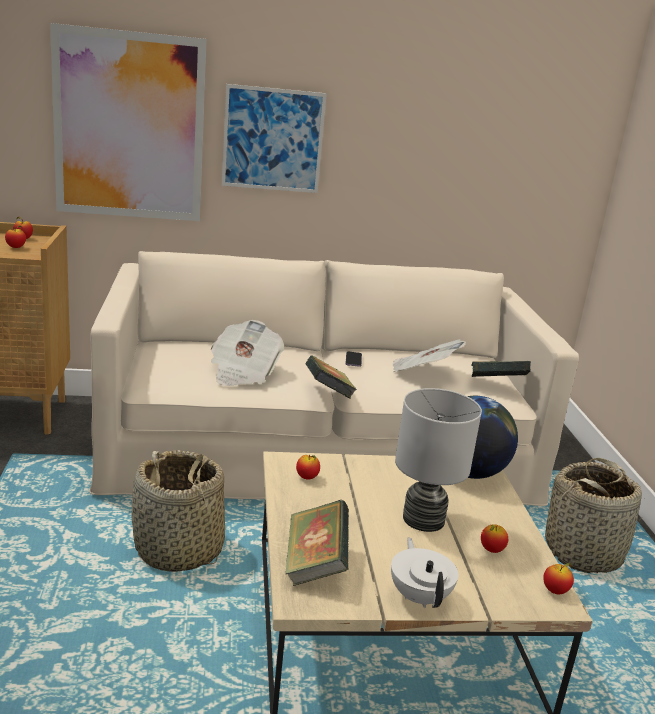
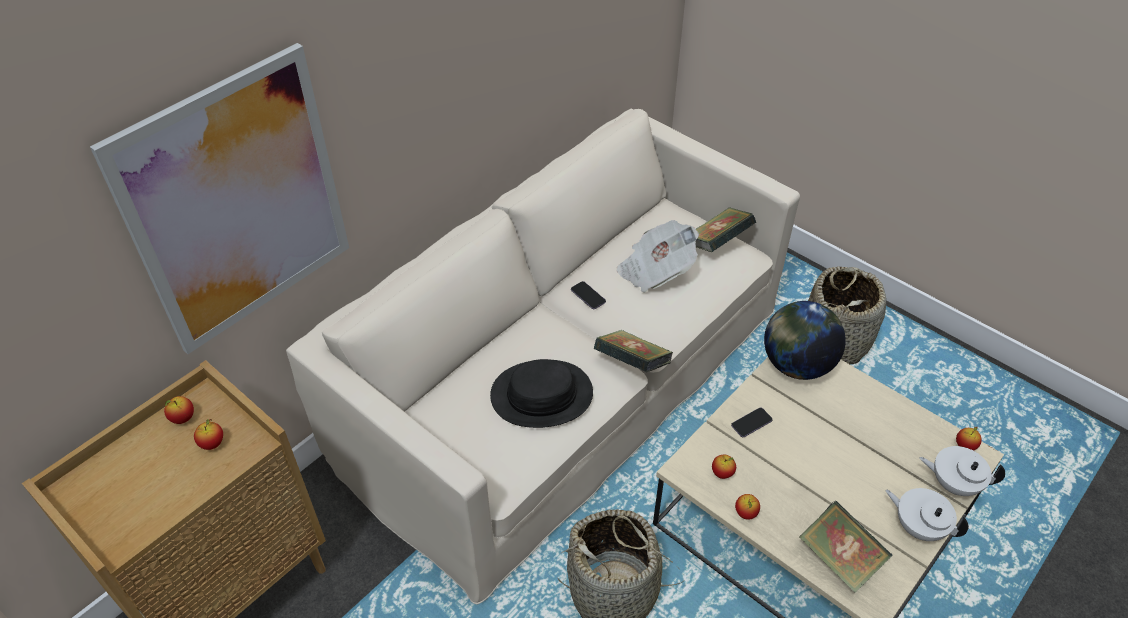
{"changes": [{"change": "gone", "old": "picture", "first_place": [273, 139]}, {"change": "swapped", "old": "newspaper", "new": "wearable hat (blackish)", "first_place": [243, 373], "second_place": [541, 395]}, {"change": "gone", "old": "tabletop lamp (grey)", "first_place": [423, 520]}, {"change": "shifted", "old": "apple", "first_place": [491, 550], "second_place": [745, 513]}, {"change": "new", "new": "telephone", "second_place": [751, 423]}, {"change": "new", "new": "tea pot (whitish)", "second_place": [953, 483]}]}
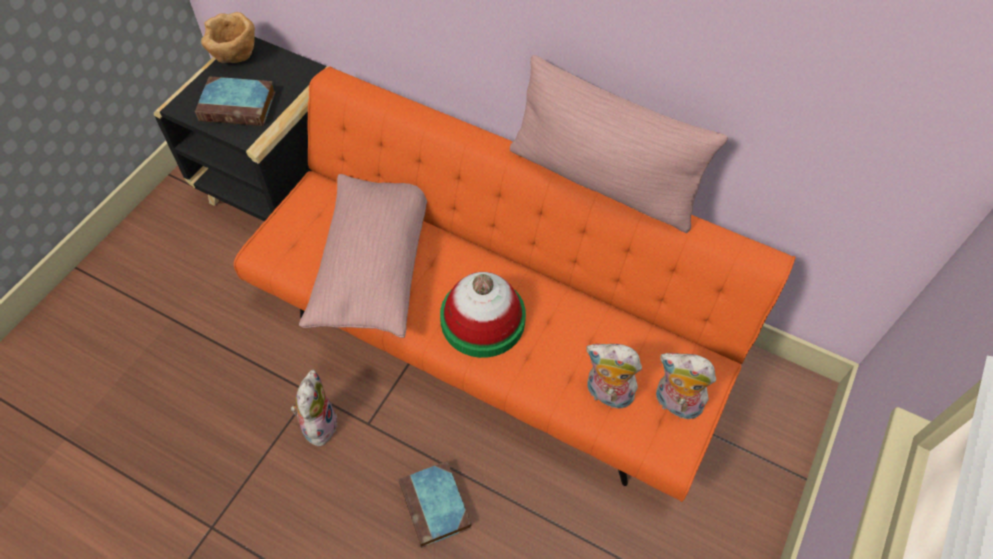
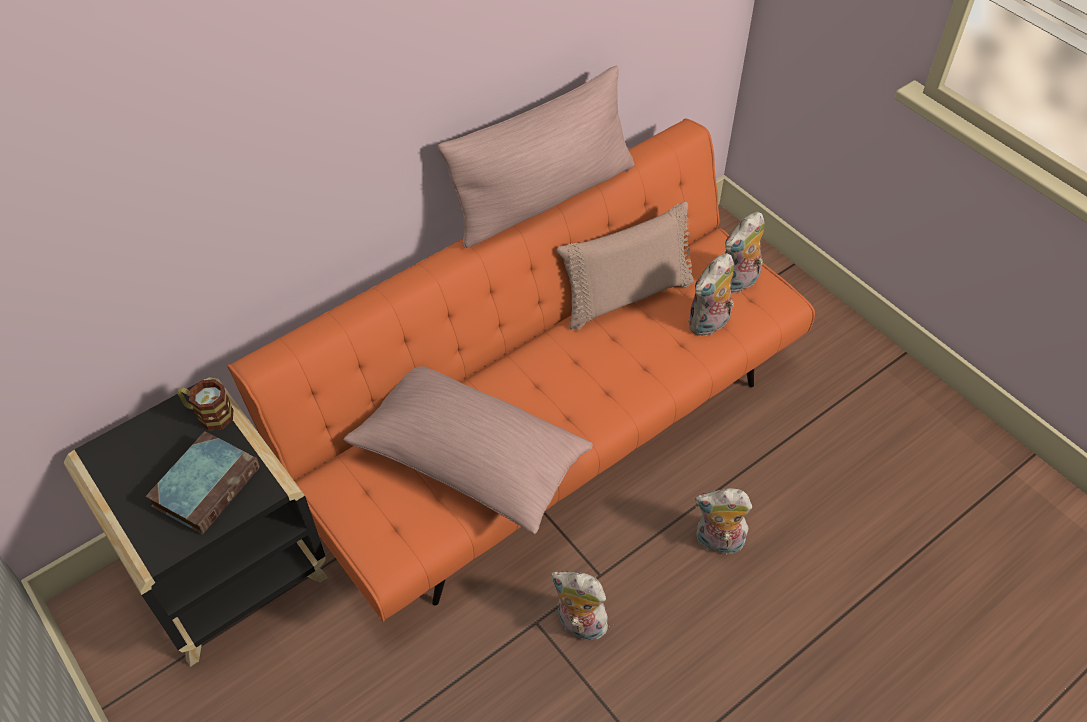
{"changes": [{"change": "gone", "old": "deep dish (brownish)", "first_place": [235, 57]}, {"change": "gone", "old": "wearable hat", "first_place": [482, 320]}, {"change": "swapped", "old": "volume", "new": "soft toy", "first_place": [436, 507], "second_place": [717, 542]}, {"change": "new", "new": "pillow (beige)", "second_place": [626, 296]}, {"change": "new", "new": "mug", "second_place": [209, 414]}]}
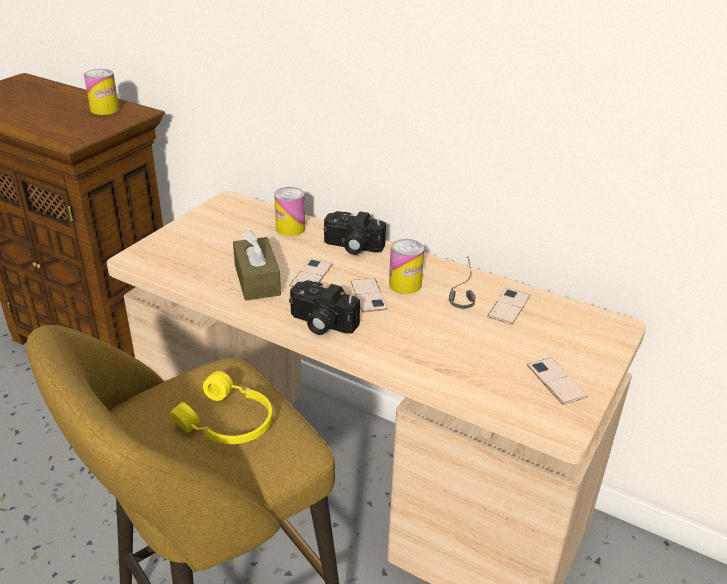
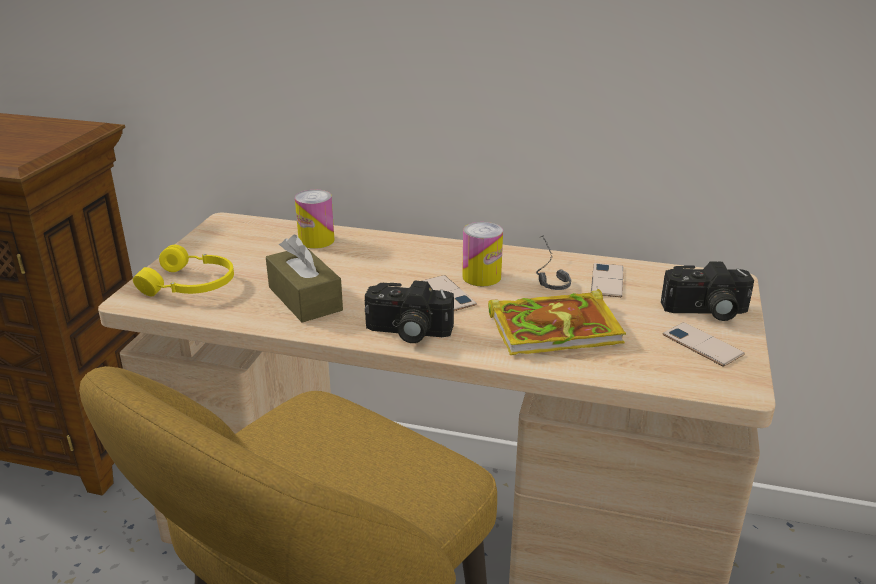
{"changes": [{"change": "gone", "old": "can", "first_place": [104, 109]}, {"change": "shifted", "old": "still camera", "first_place": [352, 247], "second_place": [706, 311]}, {"change": "gone", "old": "telephone", "first_place": [311, 275]}, {"change": "shifted", "old": "headset (yellowish)", "first_place": [227, 423], "second_place": [190, 285]}, {"change": "new", "new": "volume", "second_place": [557, 328]}]}
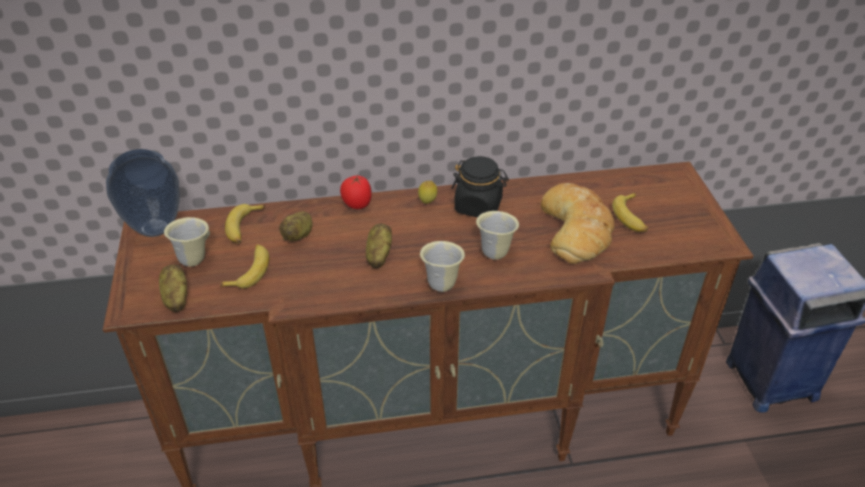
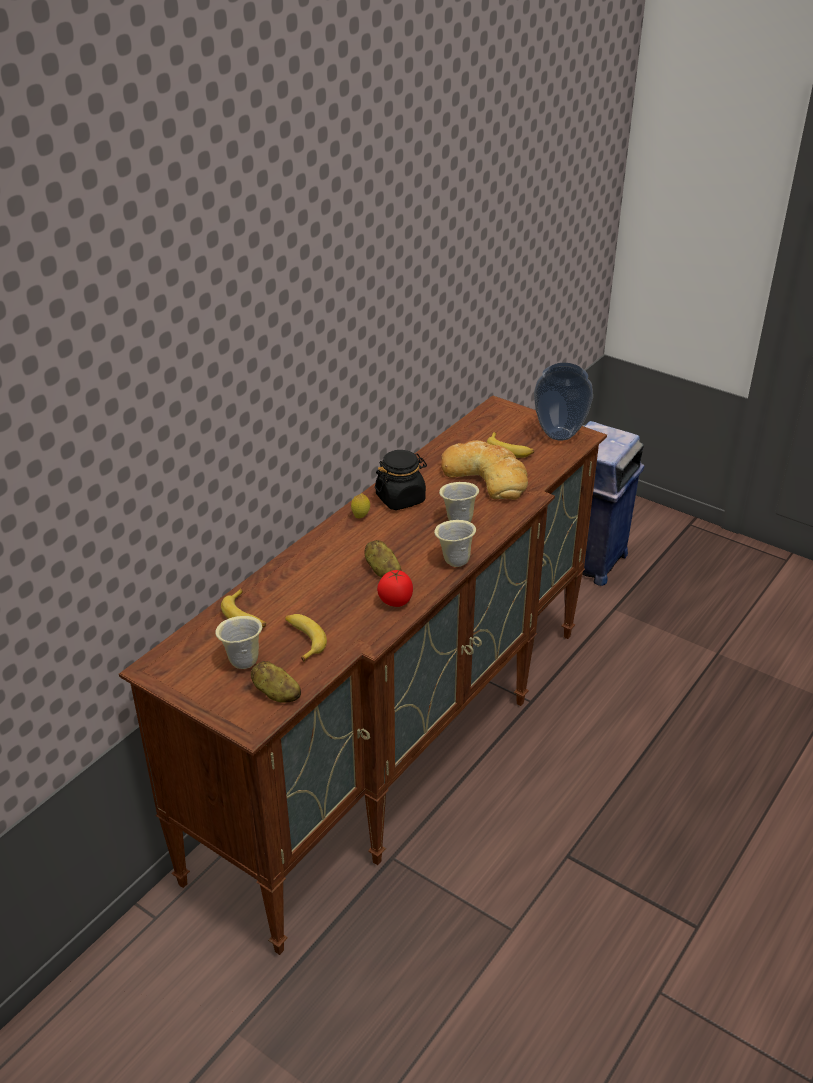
{"changes": [{"change": "shifted", "old": "decorative vase", "first_place": [157, 228], "second_place": [560, 434]}, {"change": "shifted", "old": "tomato", "first_place": [357, 204], "second_place": [395, 602]}, {"change": "gone", "old": "whole potato", "first_place": [299, 235]}]}
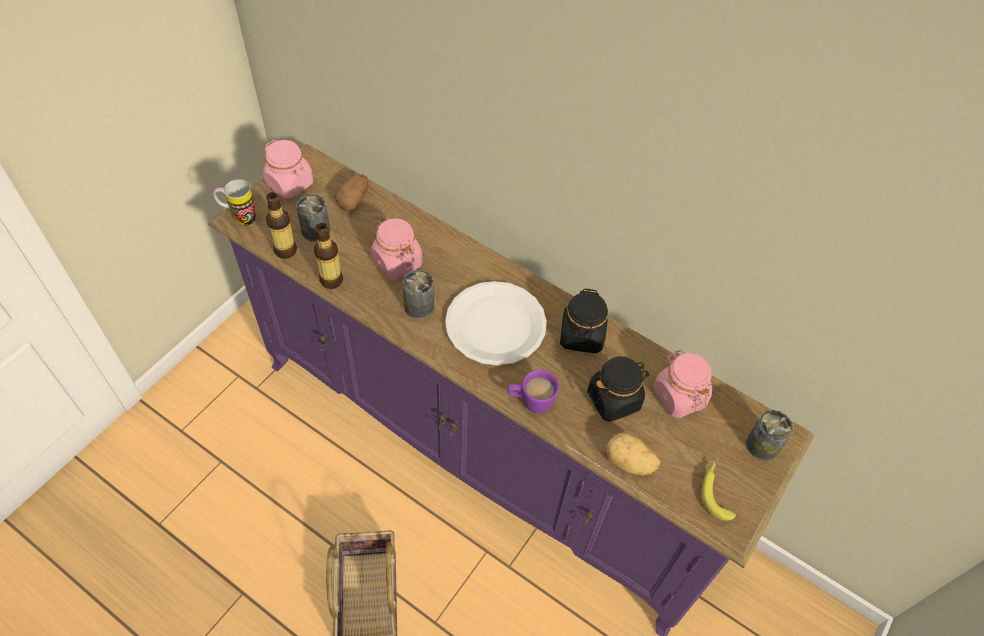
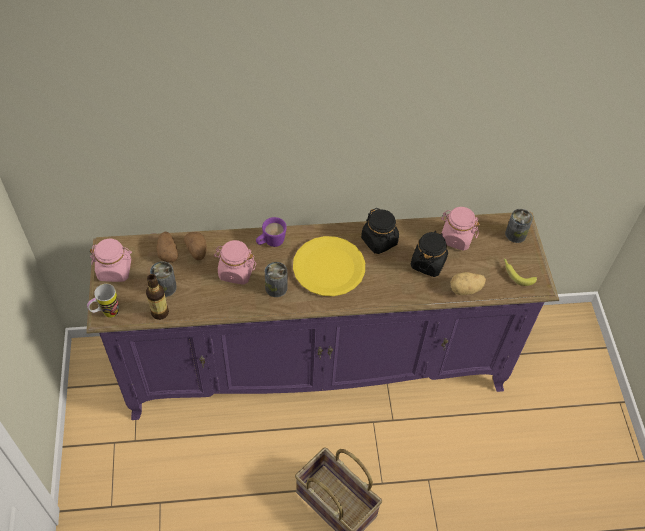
{"changes": [{"change": "gone", "old": "bottle", "first_place": [331, 280]}, {"change": "repainted", "old": "plate (whitish)", "new": "plate (yellowish)", "first_place": [495, 325], "second_place": [329, 267]}, {"change": "shifted", "old": "mug (purple)", "first_place": [530, 402], "second_place": [270, 242]}, {"change": "new", "new": "whole potato", "second_place": [197, 251]}]}
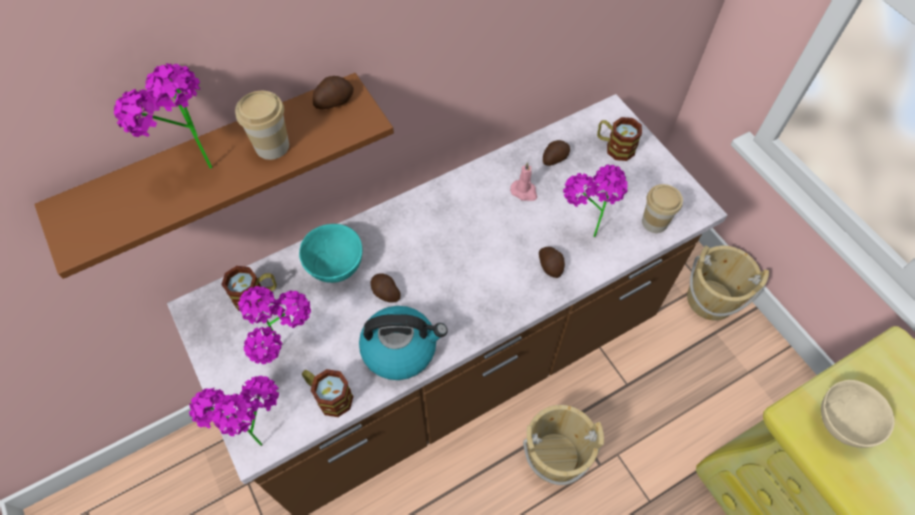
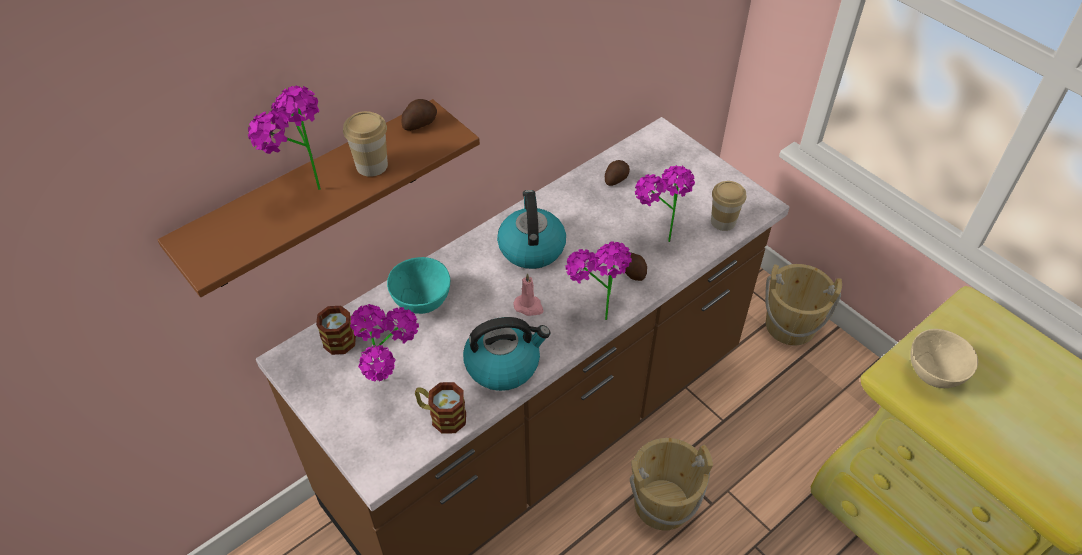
{"changes": [{"change": "gone", "old": "mug", "first_place": [614, 147]}, {"change": "shifted", "old": "wax candle (pink)", "first_place": [524, 191], "second_place": [529, 306]}, {"change": "gone", "old": "whole potato", "first_place": [385, 292]}, {"change": "shifted", "old": "potted plant", "first_place": [255, 432], "second_place": [597, 311]}, {"change": "new", "new": "tea kettle", "second_place": [531, 247]}]}
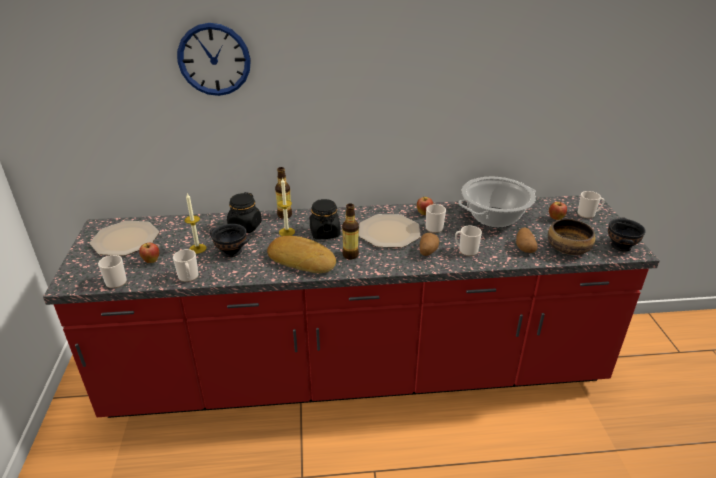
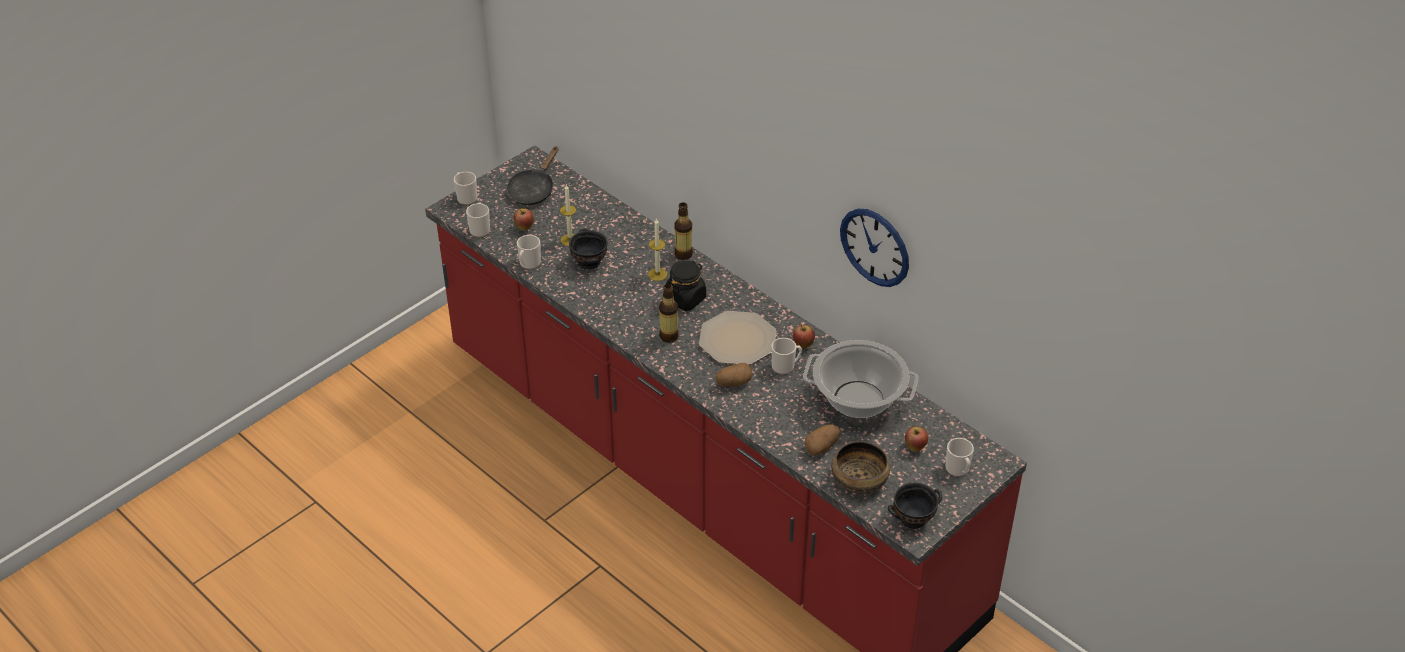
{"changes": [{"change": "shifted", "old": "wall clock", "first_place": [214, 60], "second_place": [875, 247]}, {"change": "gone", "old": "jar (blackish)", "first_place": [245, 226]}, {"change": "swapped", "old": "plate", "new": "skillet (blackish)", "first_place": [124, 239], "second_place": [533, 190]}, {"change": "shifted", "old": "mug", "first_place": [466, 250], "second_place": [466, 197]}, {"change": "gone", "old": "bakery bread", "first_place": [302, 259]}]}
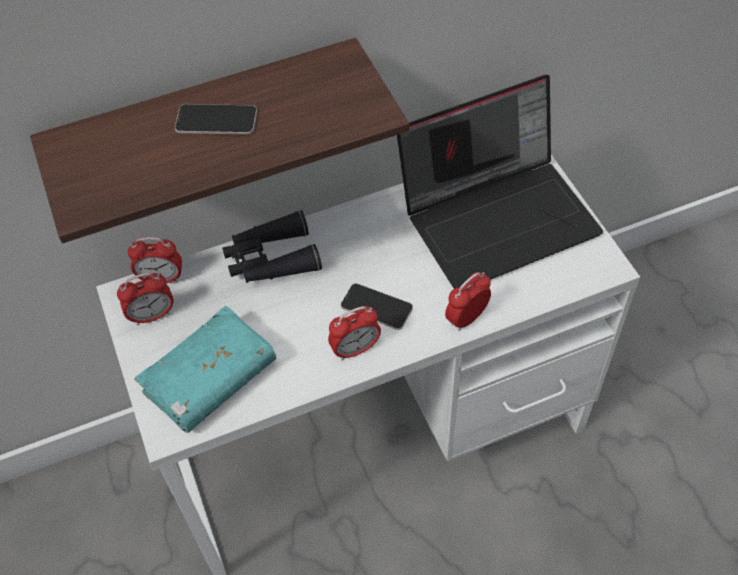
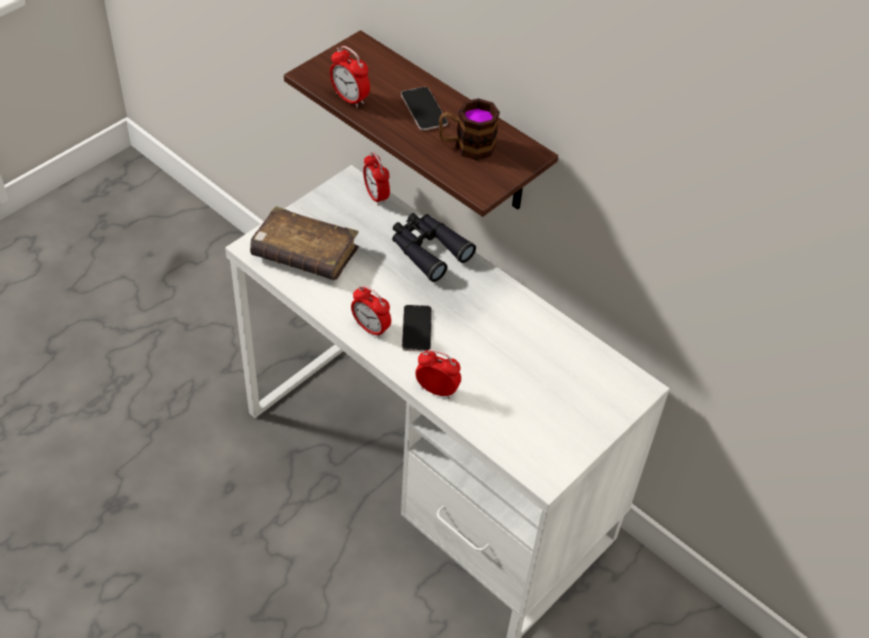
{"changes": [{"change": "gone", "old": "laptop", "first_place": [499, 216]}, {"change": "shifted", "old": "alarm clock", "first_place": [152, 315], "second_place": [350, 99]}, {"change": "repainted", "old": "volume (blue-green)", "new": "volume (brownish)", "first_place": [210, 378], "second_place": [304, 254]}, {"change": "new", "new": "mug", "second_place": [466, 146]}]}
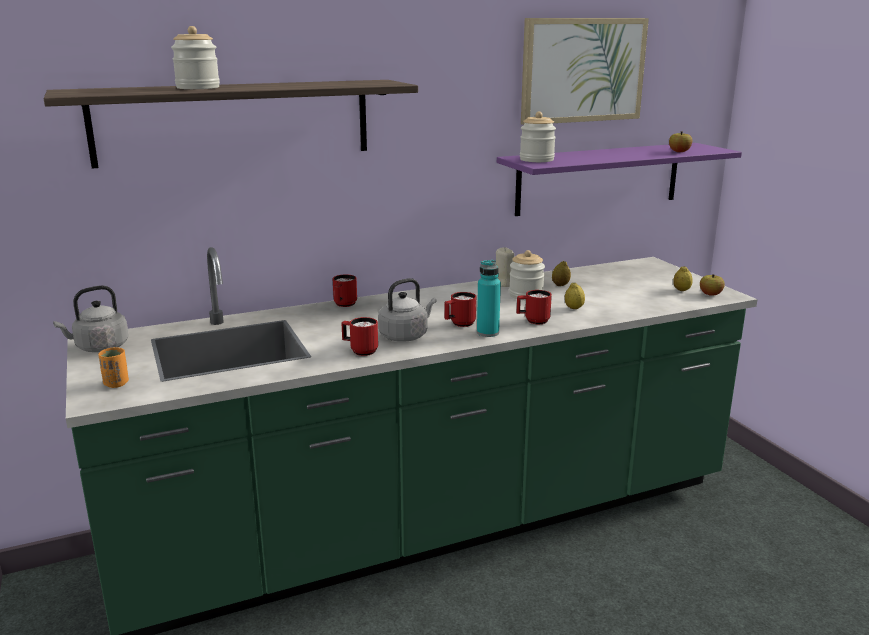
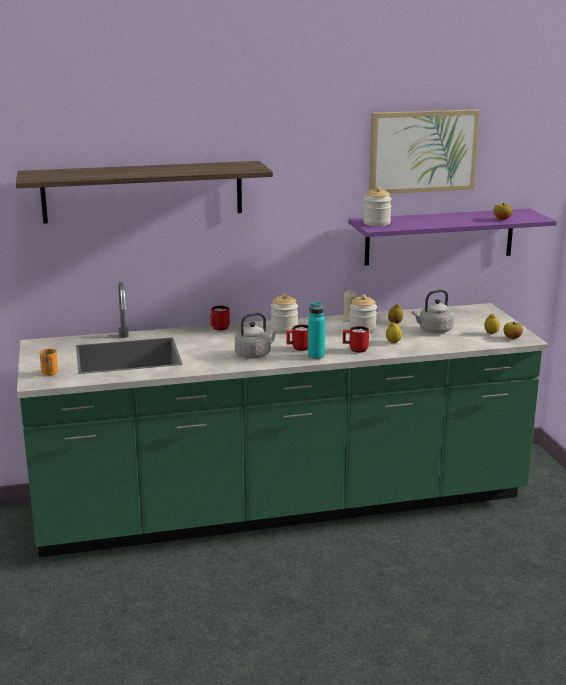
{"changes": [{"change": "shifted", "old": "jar", "first_place": [198, 88], "second_place": [284, 329]}, {"change": "shifted", "old": "tea kettle (grey)", "first_place": [99, 347], "second_place": [433, 330]}, {"change": "gone", "old": "mug (red)", "first_place": [360, 351]}]}
